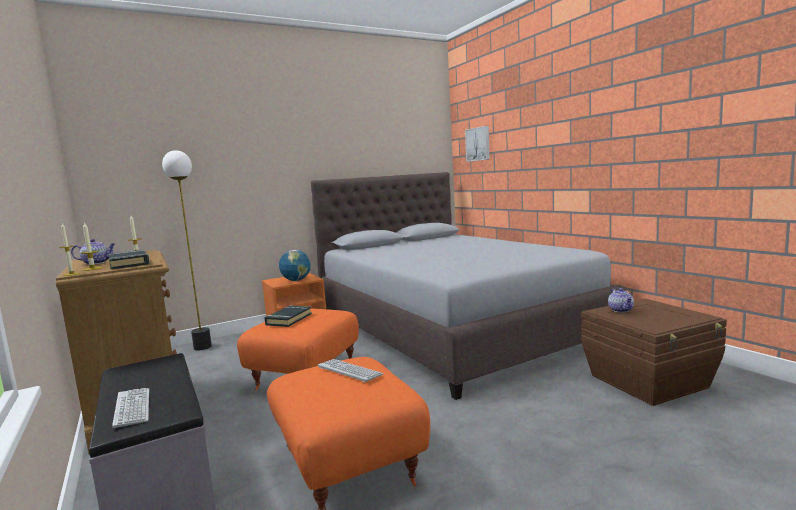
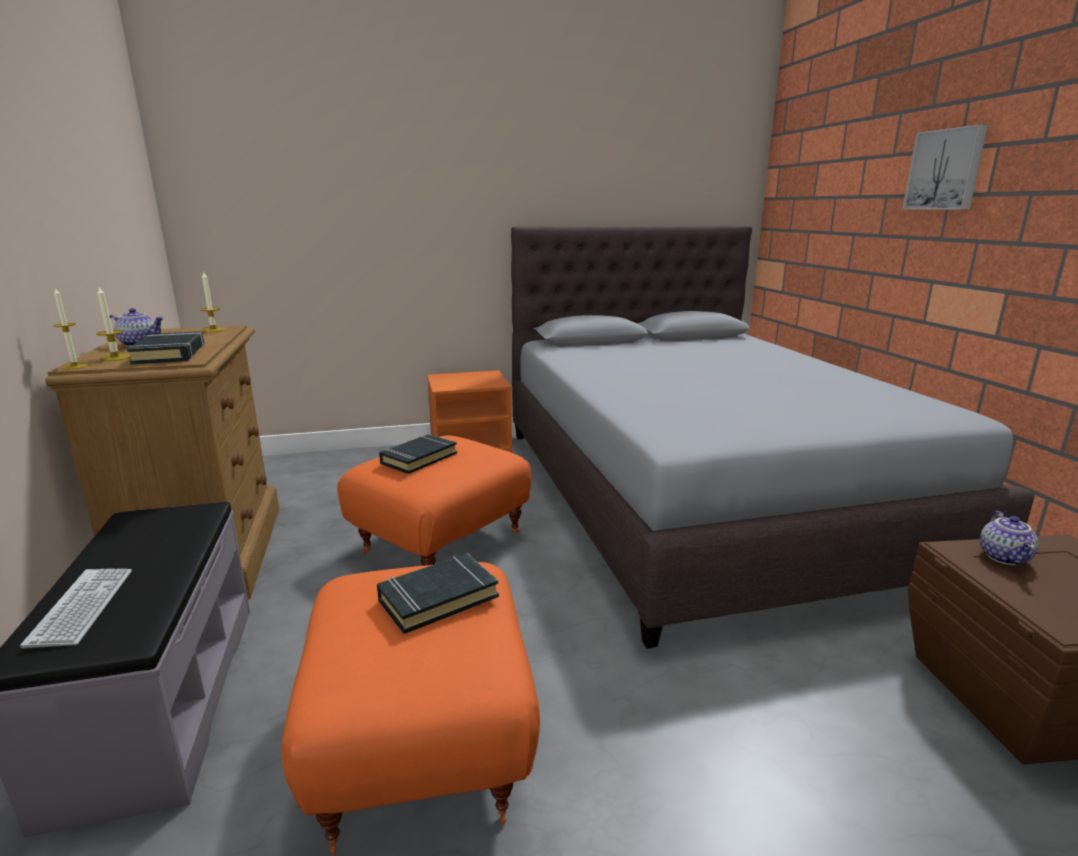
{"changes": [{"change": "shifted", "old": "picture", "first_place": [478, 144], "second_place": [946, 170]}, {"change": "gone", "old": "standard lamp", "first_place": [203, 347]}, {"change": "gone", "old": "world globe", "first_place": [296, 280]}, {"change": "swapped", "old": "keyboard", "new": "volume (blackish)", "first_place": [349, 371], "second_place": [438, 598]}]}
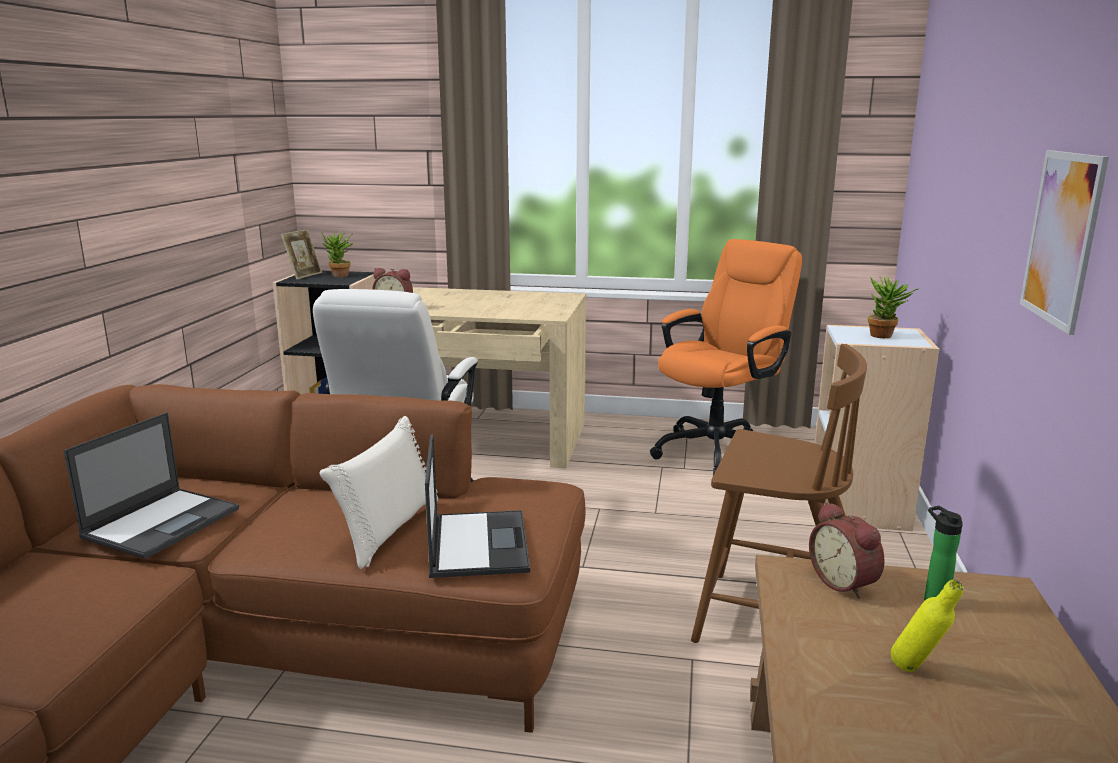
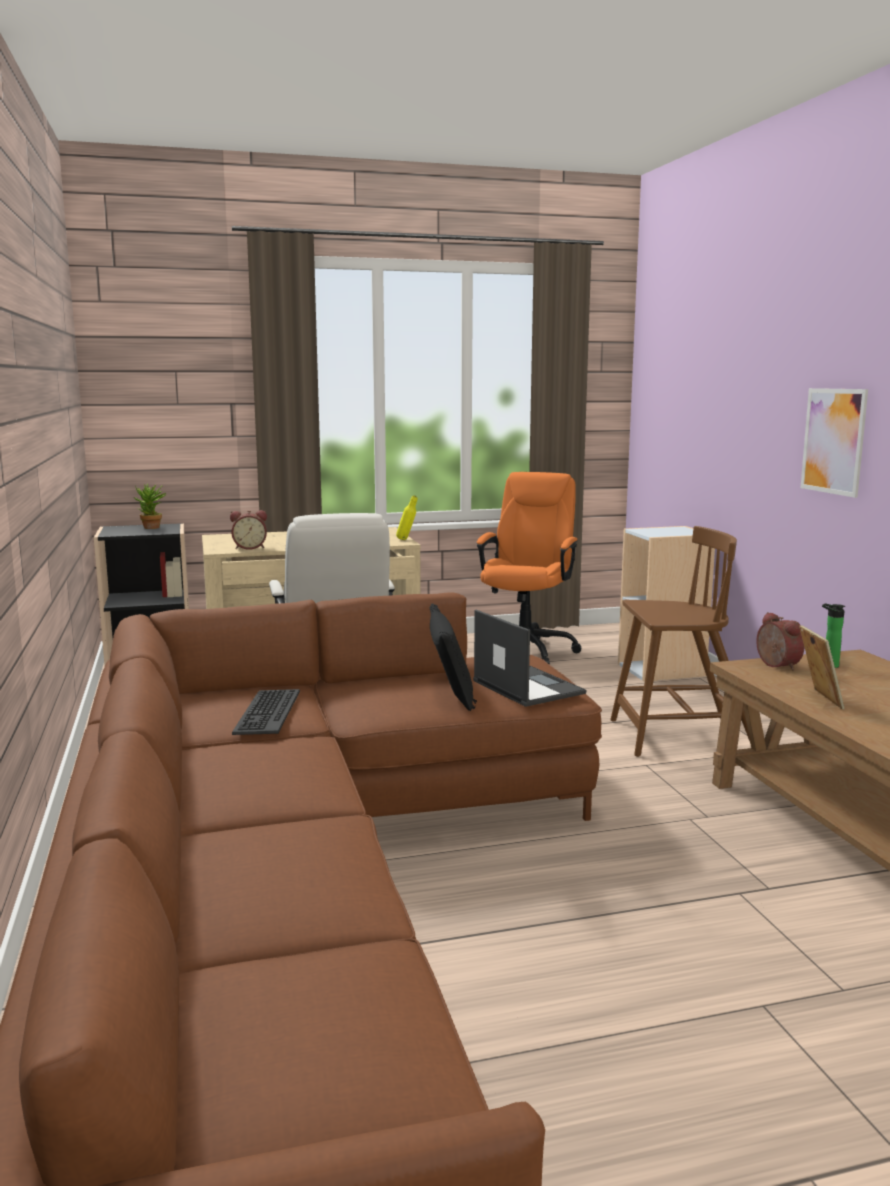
{"changes": [{"change": "shifted", "old": "standing frame", "first_place": [304, 275], "second_place": [818, 699]}, {"change": "gone", "old": "potted plant", "first_place": [885, 336]}, {"change": "swapped", "old": "laptop", "new": "keyboard", "first_place": [163, 522], "second_place": [266, 712]}, {"change": "repainted", "old": "pillow (whitish)", "new": "pillow (blackish)", "first_place": [388, 530], "second_place": [450, 690]}, {"change": "rotated", "old": "alarm clock", "first_place": [845, 583], "second_place": [775, 665], "degrees": -150}, {"change": "shifted", "old": "bottle (yellowish)", "first_place": [918, 672], "second_place": [407, 540]}]}
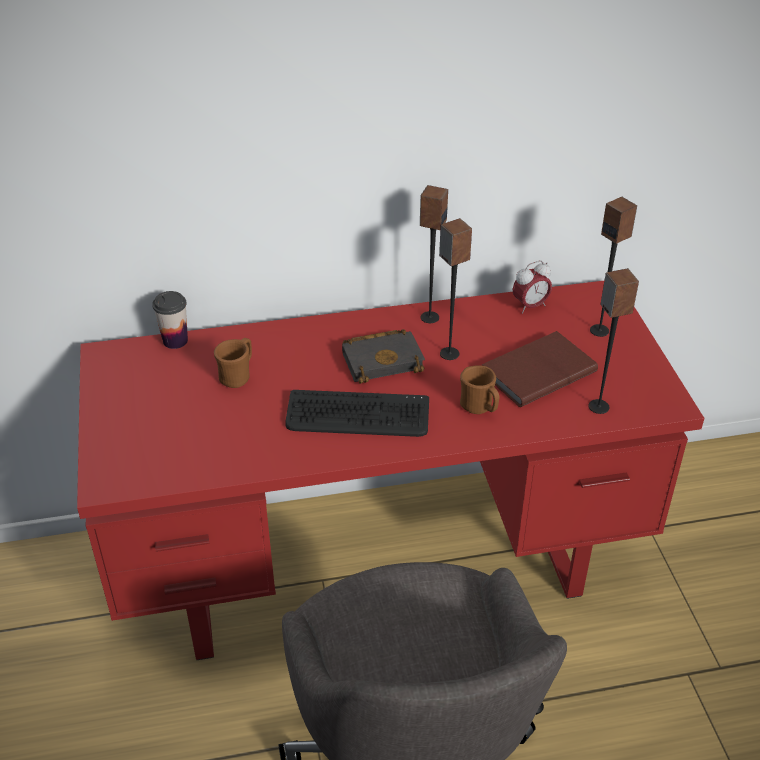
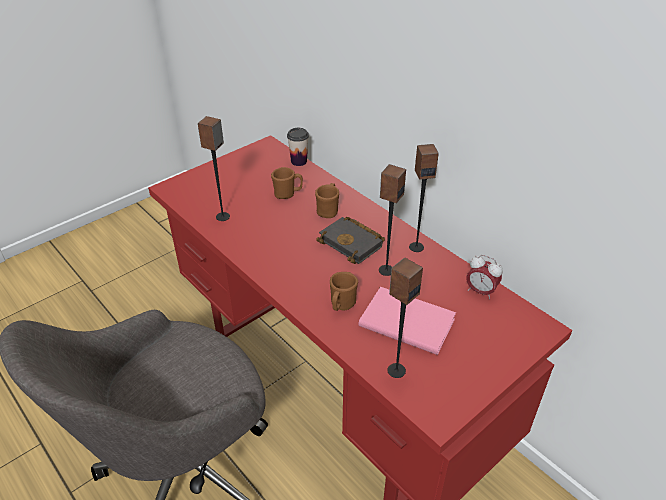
{"changes": [{"change": "shifted", "old": "audio speaker", "first_place": [599, 330], "second_place": [223, 217]}, {"change": "repainted", "old": "volume (brownish)", "new": "volume (pink)", "first_place": [536, 371], "second_place": [406, 321]}, {"change": "gone", "old": "keyboard", "first_place": [358, 416]}, {"change": "new", "new": "mug (brownish)", "second_place": [328, 210]}]}
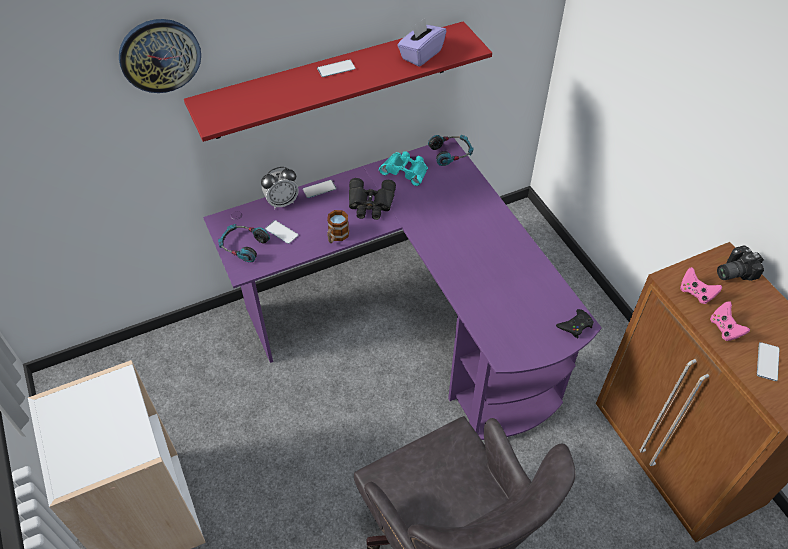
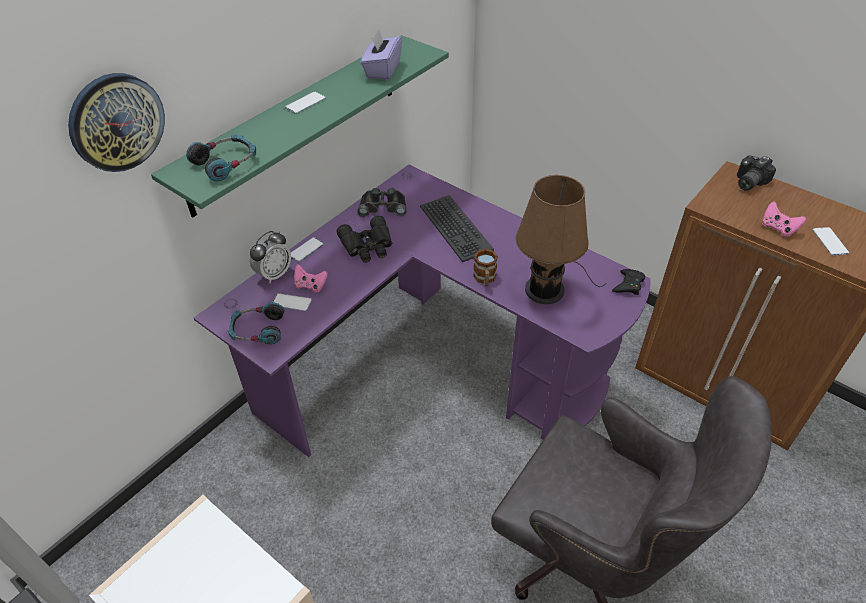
{"changes": [{"change": "repainted", "old": "wall shelf (red)", "new": "wall shelf (greenish)", "first_place": [332, 81], "second_place": [296, 123]}, {"change": "shifted", "old": "headset", "first_place": [451, 153], "second_place": [226, 163]}, {"change": "repainted", "old": "pair of binoculars (blue-green)", "new": "pair of binoculars (blackish)", "first_place": [405, 170], "second_place": [383, 206]}, {"change": "shifted", "old": "mug", "first_place": [336, 236], "second_place": [485, 279]}, {"change": "shifted", "old": "game controller (pink)", "first_place": [696, 293], "second_place": [311, 286]}, {"change": "new", "new": "tabletop lamp (brownish)", "second_place": [548, 288]}, {"change": "new", "new": "keyboard", "second_place": [454, 228]}]}
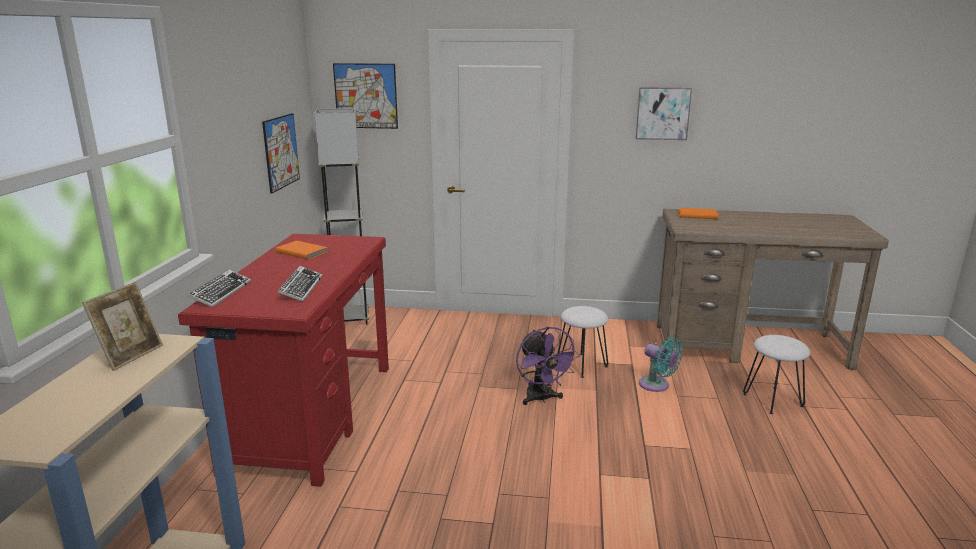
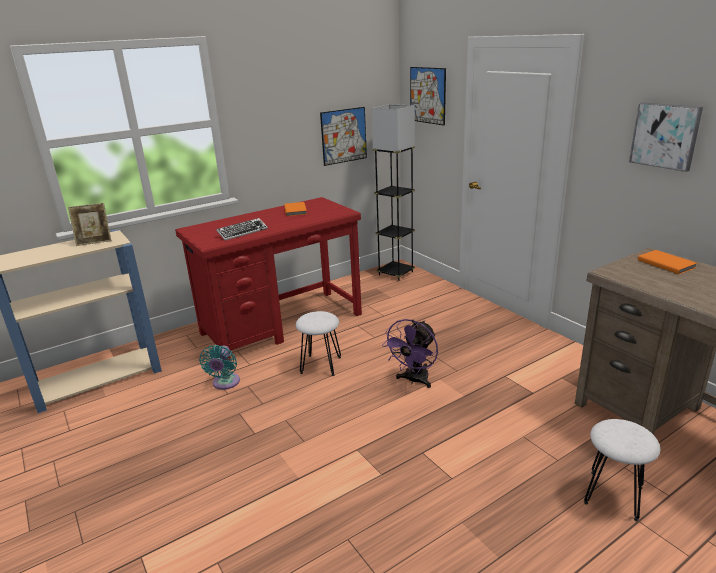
{"changes": [{"change": "gone", "old": "keyboard", "first_place": [221, 292]}, {"change": "shifted", "old": "stool (whitish)", "first_place": [582, 365], "second_place": [320, 365]}, {"change": "shifted", "old": "electric fan (blue-green)", "first_place": [657, 385], "second_place": [225, 383]}]}
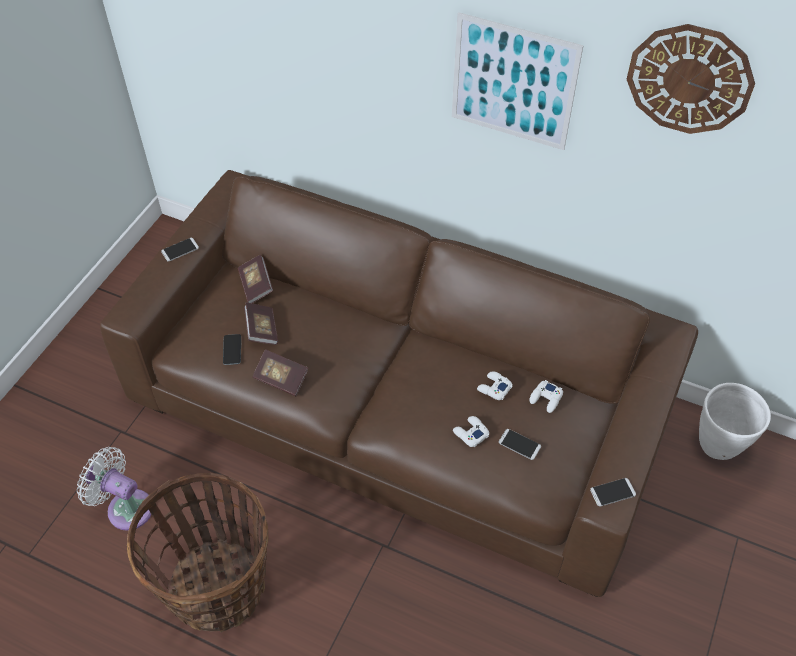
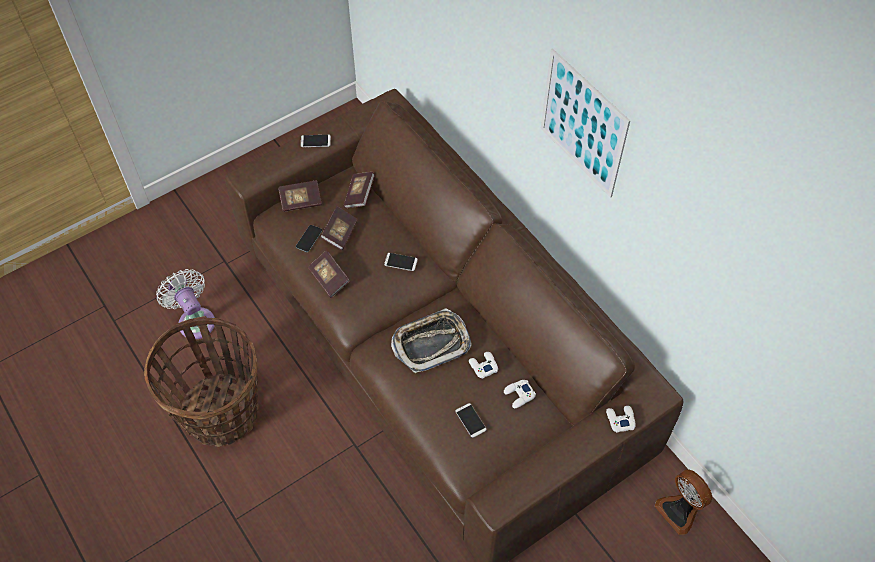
{"changes": [{"change": "gone", "old": "wall clock", "first_place": [689, 79]}, {"change": "swapped", "old": "planter (whitish)", "new": "electric fan", "first_place": [719, 445], "second_place": [679, 510]}, {"change": "shifted", "old": "game controller (whitish)", "first_place": [470, 433], "second_place": [620, 419]}, {"change": "shifted", "old": "telephone", "first_place": [612, 492], "second_place": [400, 262]}, {"change": "new", "new": "volume", "second_place": [301, 201]}, {"change": "new", "new": "serving tray", "second_place": [431, 343]}]}
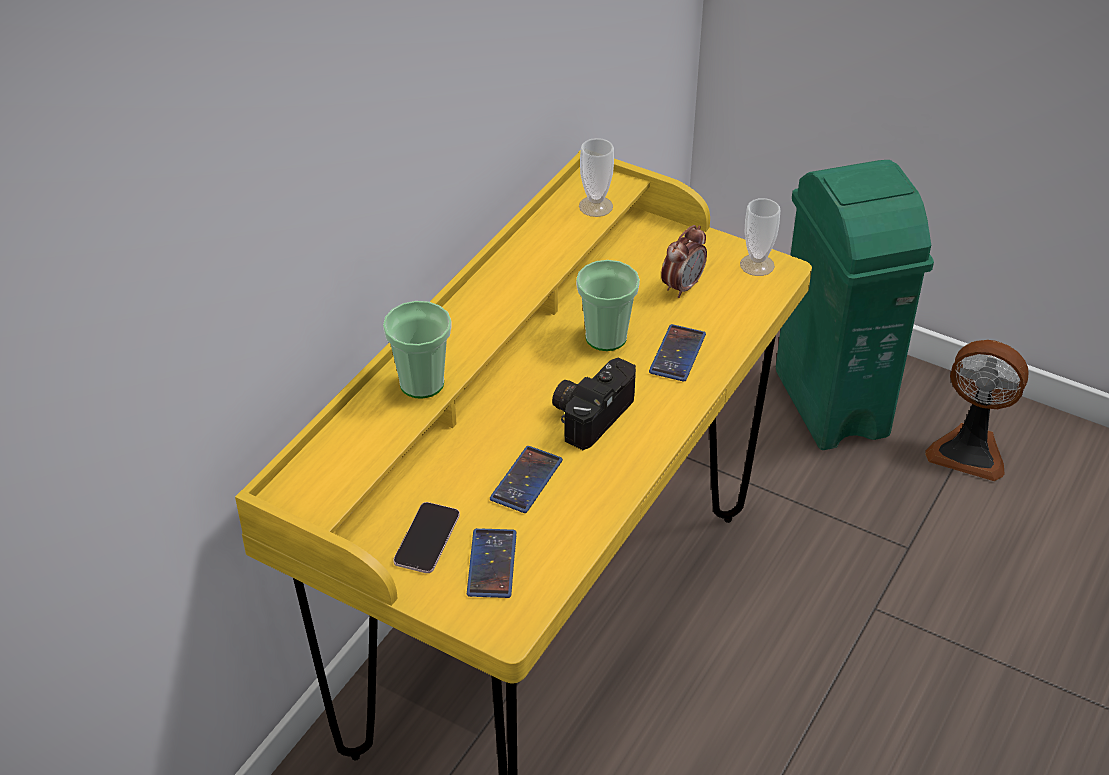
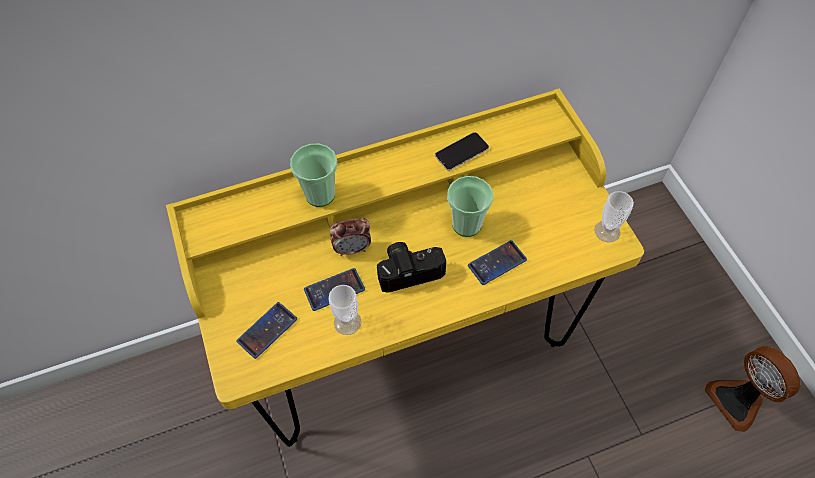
{"changes": [{"change": "shifted", "old": "cup", "first_place": [595, 206], "second_place": [347, 322]}, {"change": "gone", "old": "trash can (greenish)", "first_place": [831, 402]}, {"change": "shifted", "old": "alarm clock", "first_place": [682, 287], "second_place": [352, 249]}, {"change": "shifted", "old": "telephone", "first_place": [427, 538], "second_place": [462, 152]}]}
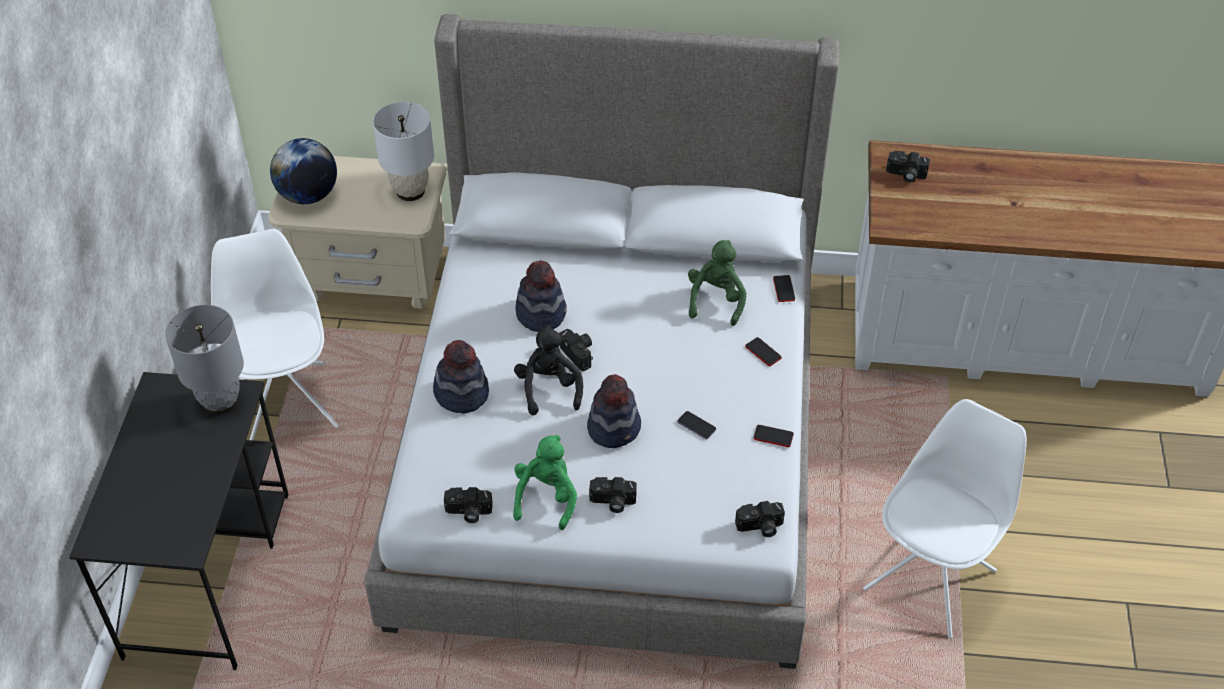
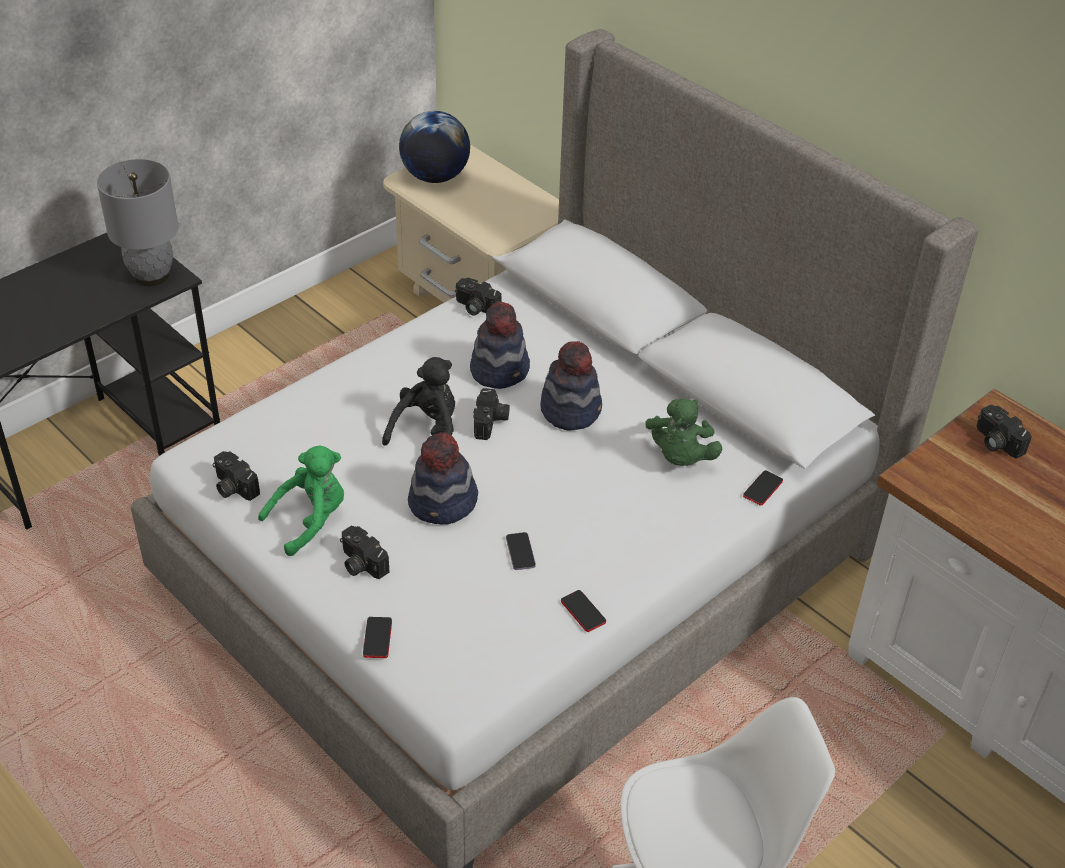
{"changes": [{"change": "gone", "old": "tabletop lamp (whitish)", "first_place": [410, 191]}, {"change": "gone", "old": "plain chair (whitish)", "first_place": [286, 402]}, {"change": "rotated", "old": "soft toy (greenish)", "first_place": [716, 300], "second_place": [680, 457], "degrees": 135}, {"change": "shifted", "old": "telephone", "first_place": [763, 352], "second_place": [377, 638]}, {"change": "shifted", "old": "wearable hat", "first_place": [461, 393], "second_place": [571, 410]}, {"change": "shifted", "old": "still camera", "first_place": [760, 527], "second_place": [475, 307]}]}
